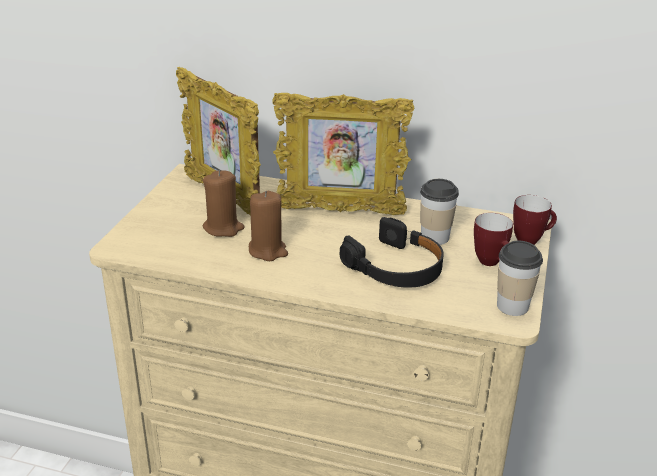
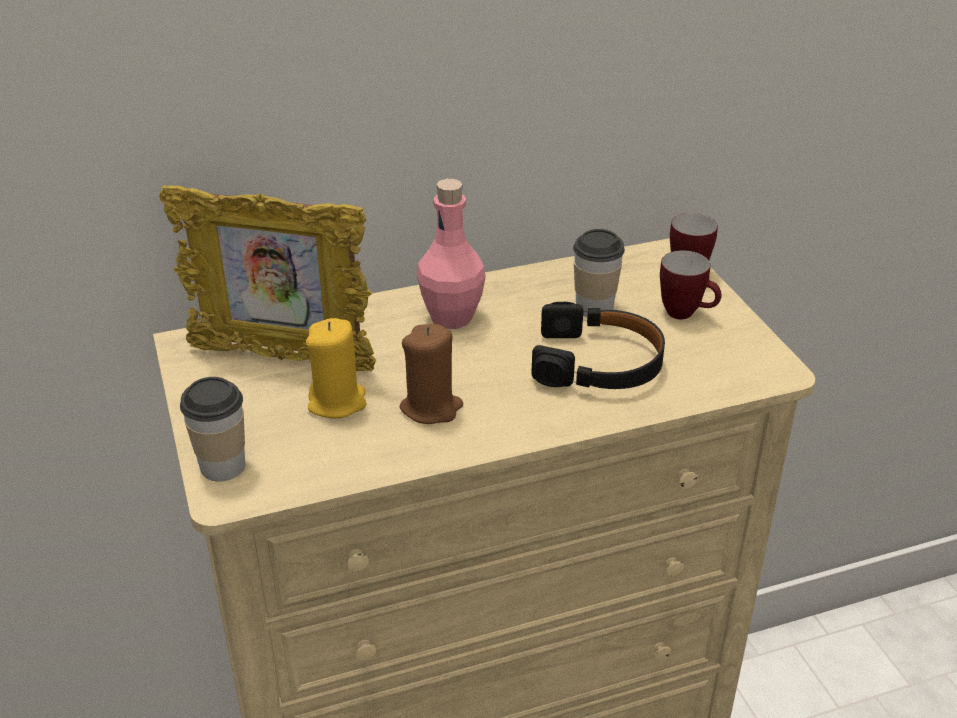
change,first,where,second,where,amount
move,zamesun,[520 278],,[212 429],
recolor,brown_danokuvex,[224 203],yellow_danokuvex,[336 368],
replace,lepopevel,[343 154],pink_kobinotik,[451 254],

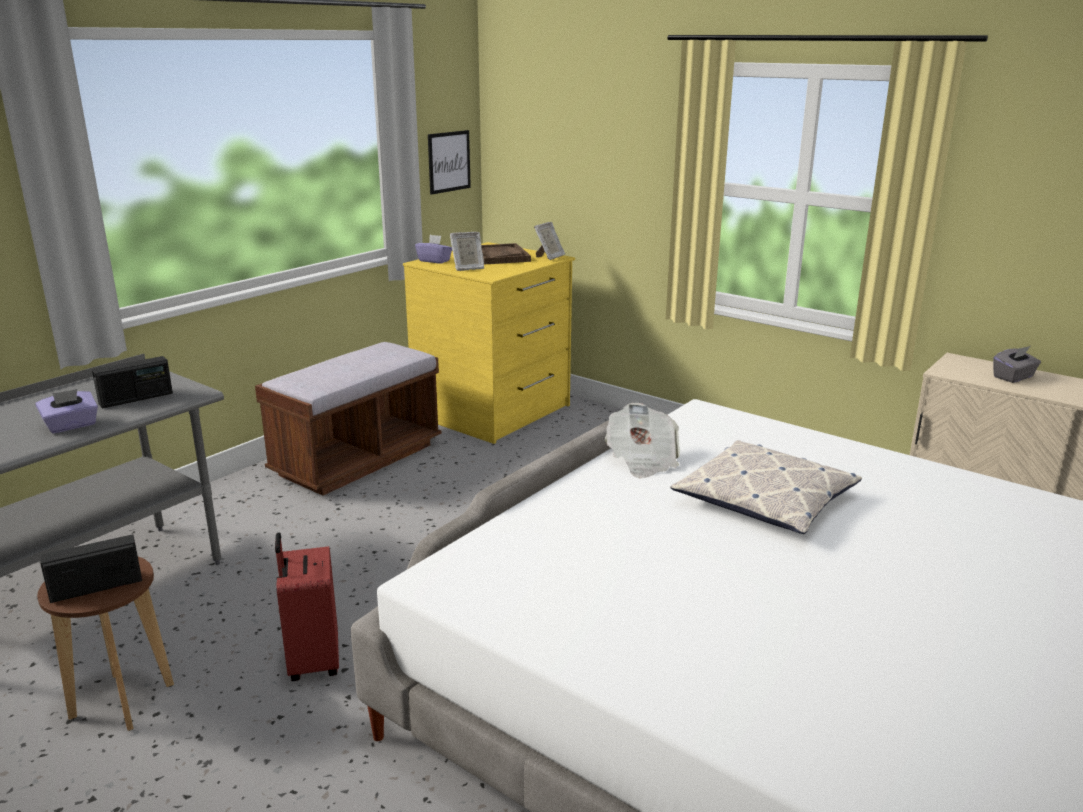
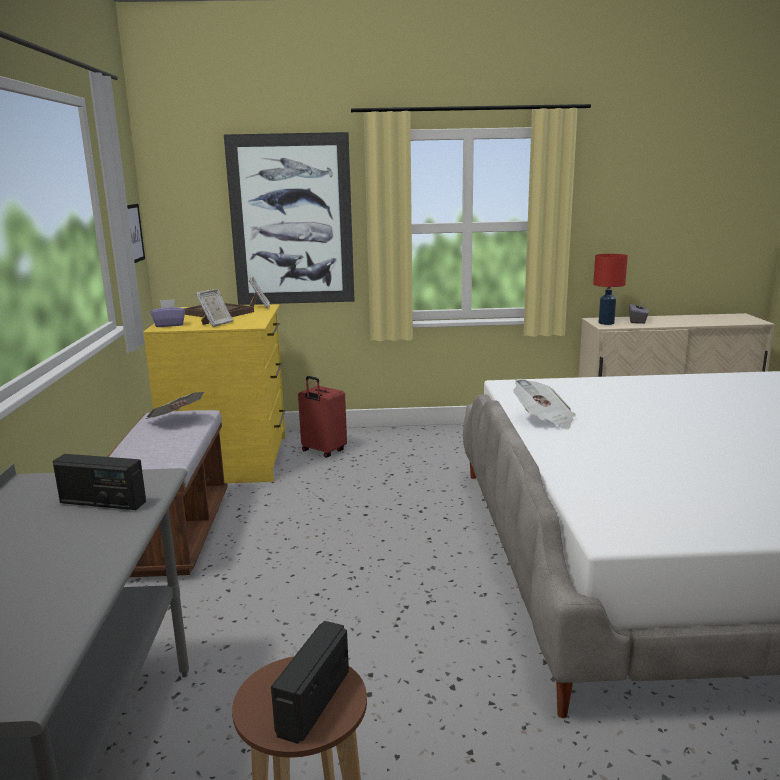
change,first,where,second,where,amount
rotate,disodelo,[132 382],,[99 482],90 degrees clockwise
insert,,,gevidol,[175 405],
insert,,,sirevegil,[289 218],
move,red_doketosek,[307 606],,[322 417],
insert,,,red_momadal,[610 289],
delete,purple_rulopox,[66 411],,,
delete,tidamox,[766 487],,,

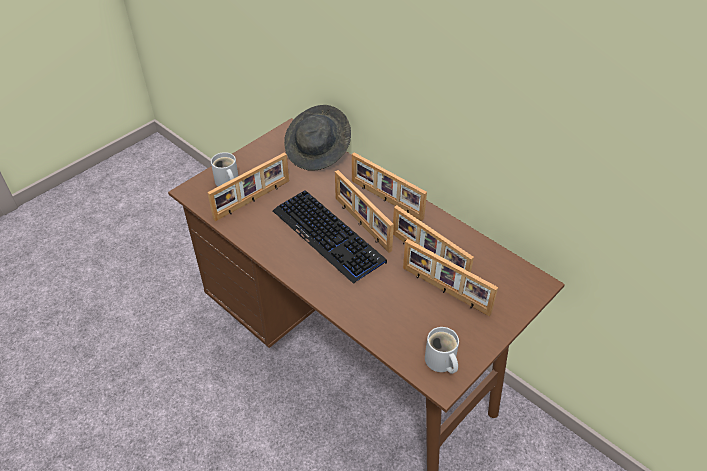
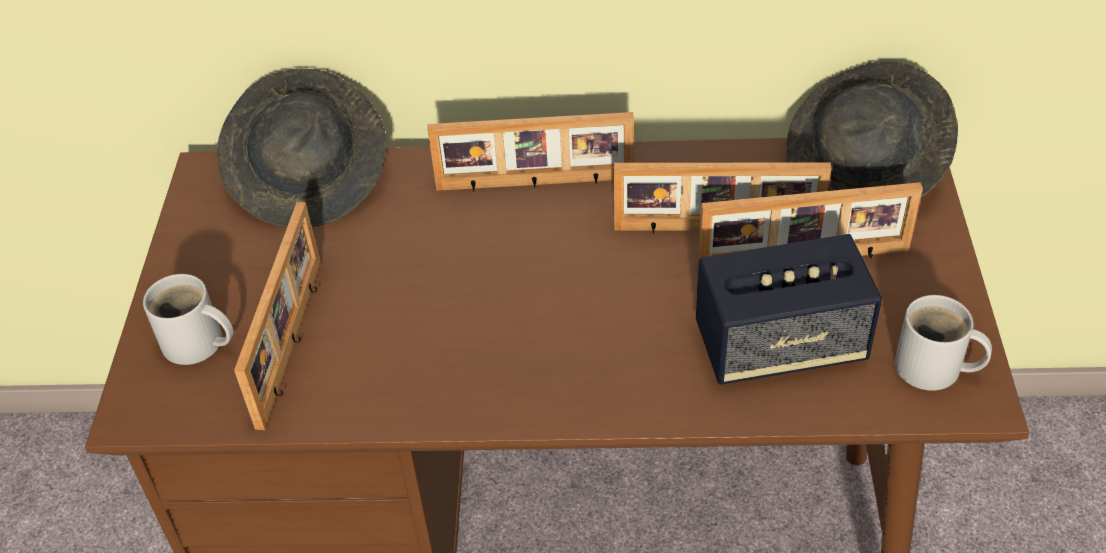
change,first,where,second,where,amount
insert,,,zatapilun,[789 309],
insert,,,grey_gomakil,[872 129],
delete,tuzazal,[330 237],,,
delete,lepopevel,[364 211],,,

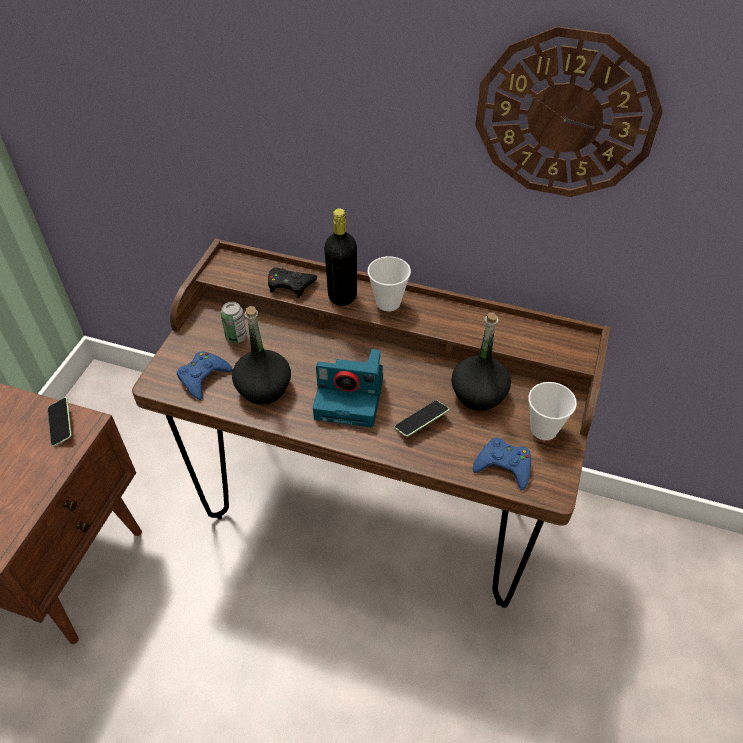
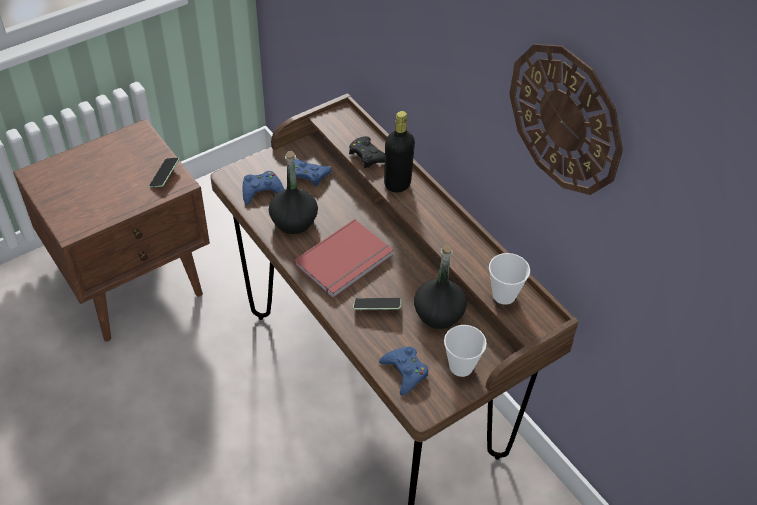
change,first,where,second,where,amount
replace,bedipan,[233 322],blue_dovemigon,[313 173],
replace,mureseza,[348 388],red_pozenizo,[343 258],
move,zamesun,[389 283],,[509 279],

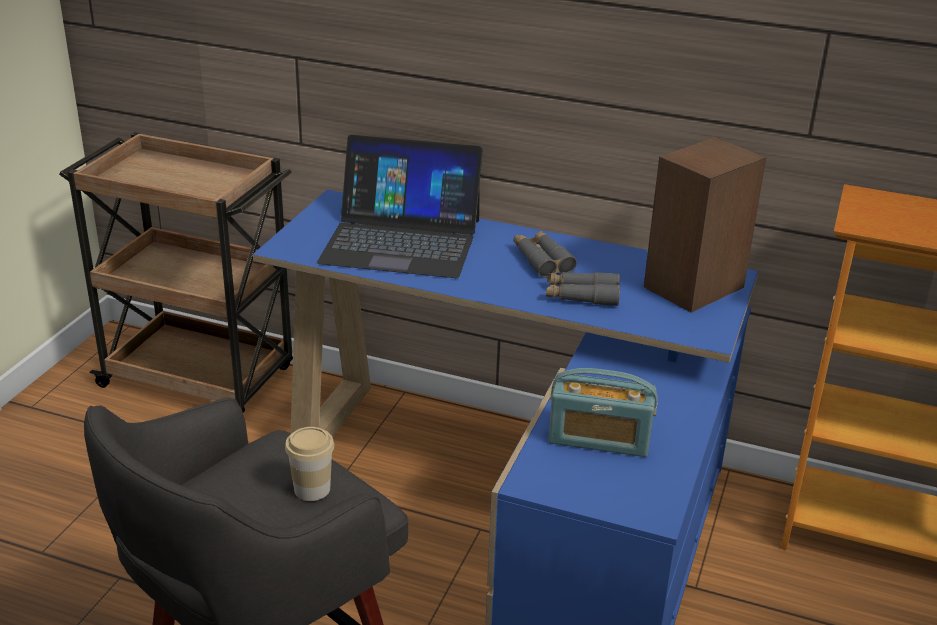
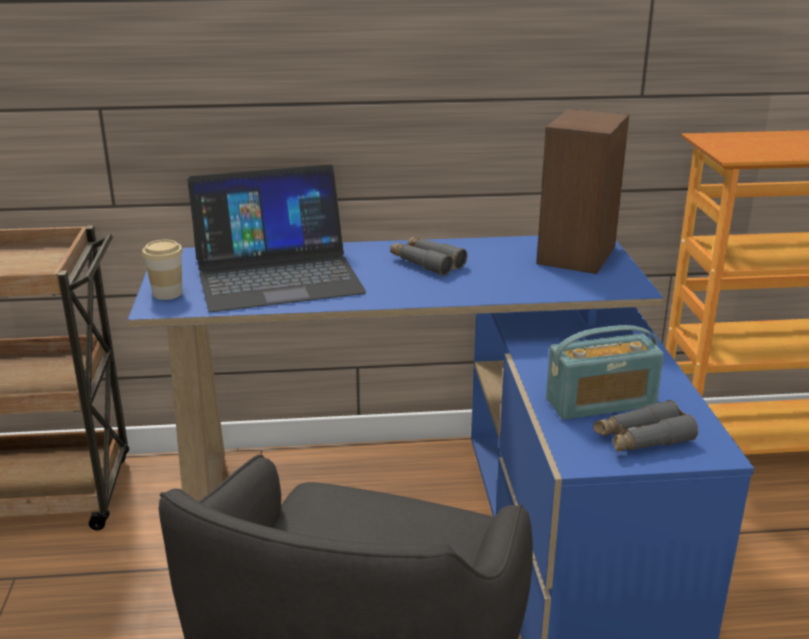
change,first,where,second,where,amount
move,zamesun,[309 464],,[162 270],
move,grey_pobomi,[583 289],,[645 426],

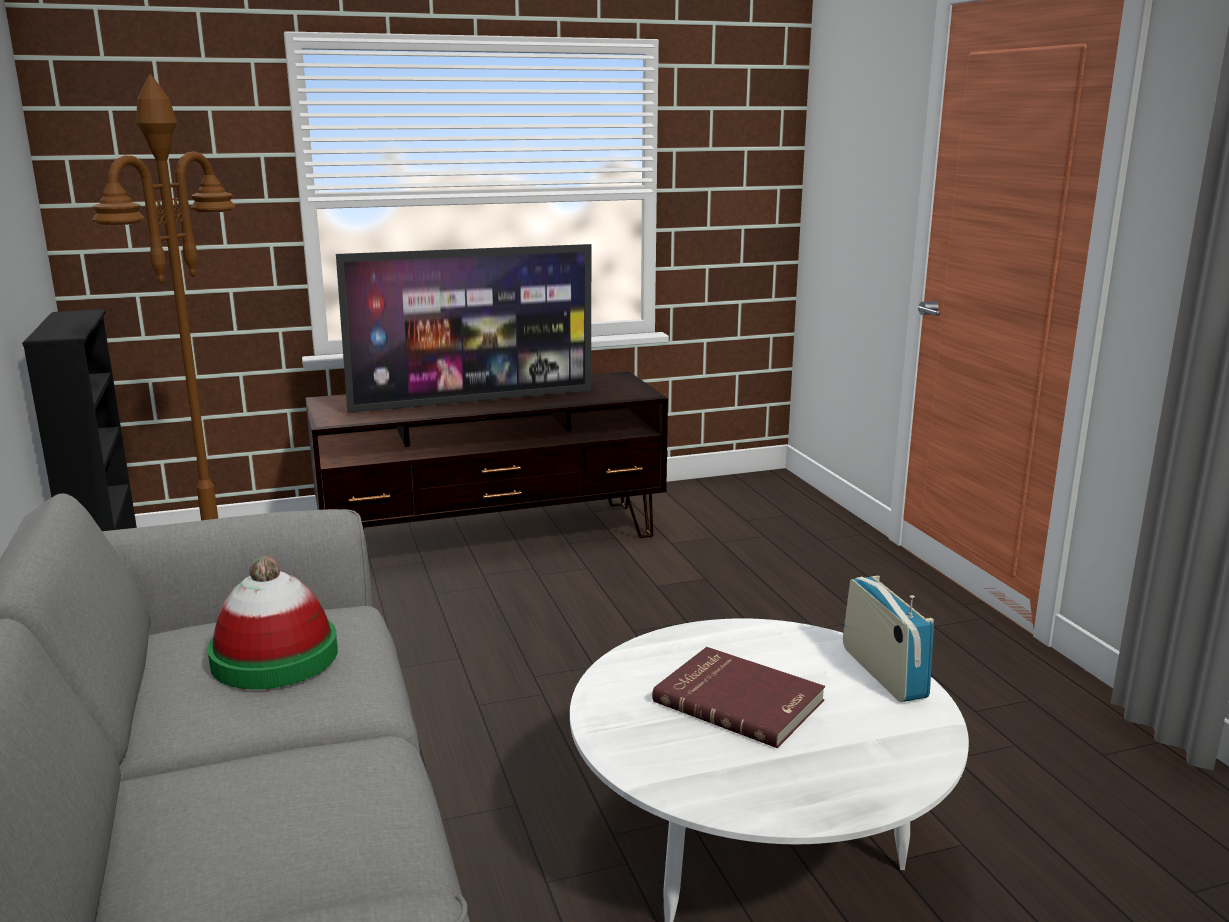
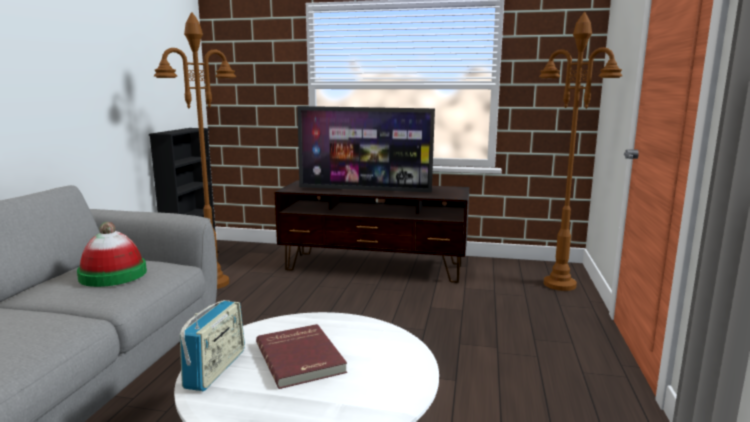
change,first,where,second,where,amount
move,disodelo,[888 638],,[212 345],
insert,,,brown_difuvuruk,[581 151],

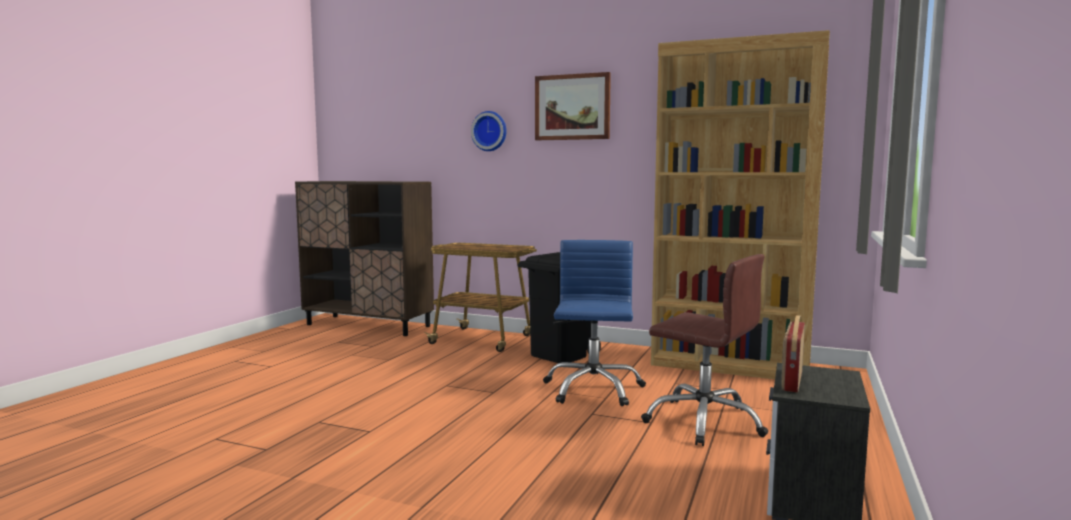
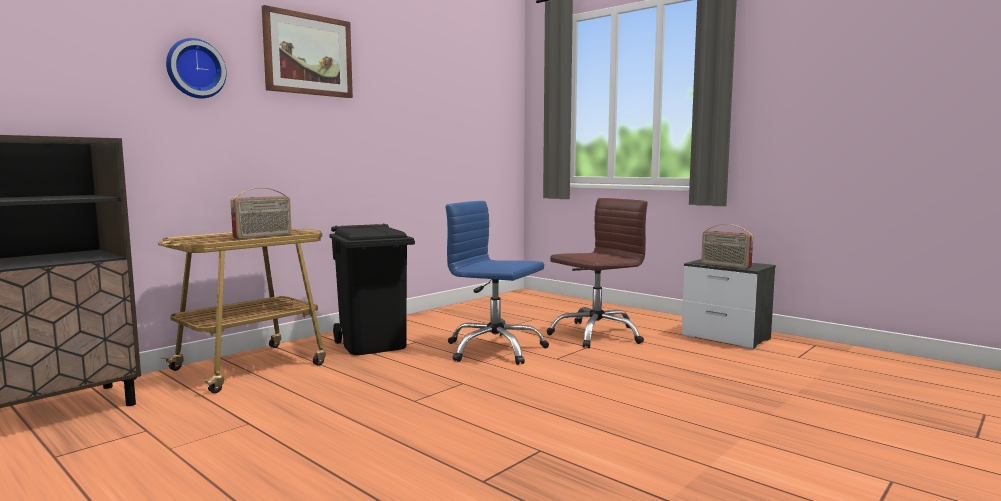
change,first,where,second,where,amount
insert,,,disodelo,[261 213],
delete,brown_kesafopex,[740 204],,,

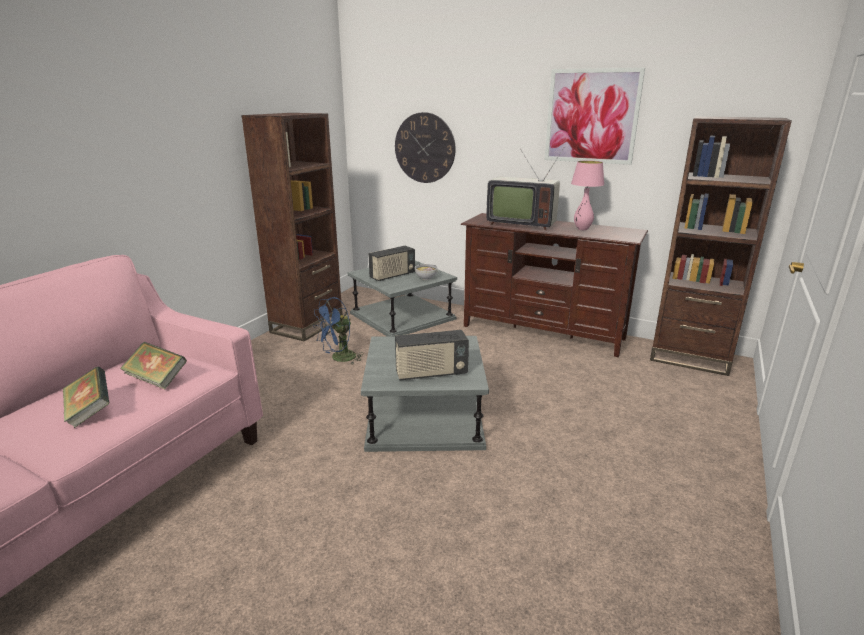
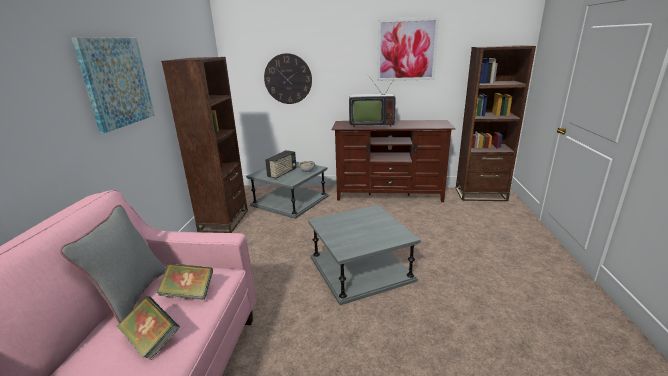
change,first,where,second,where,amount
insert,,,grey_tidamox,[113 264],
insert,,,sirevegil,[113 85],
delete,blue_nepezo,[338 330],,,
delete,disodelo,[432 355],,,
delete,pink_momadal,[587 195],,,

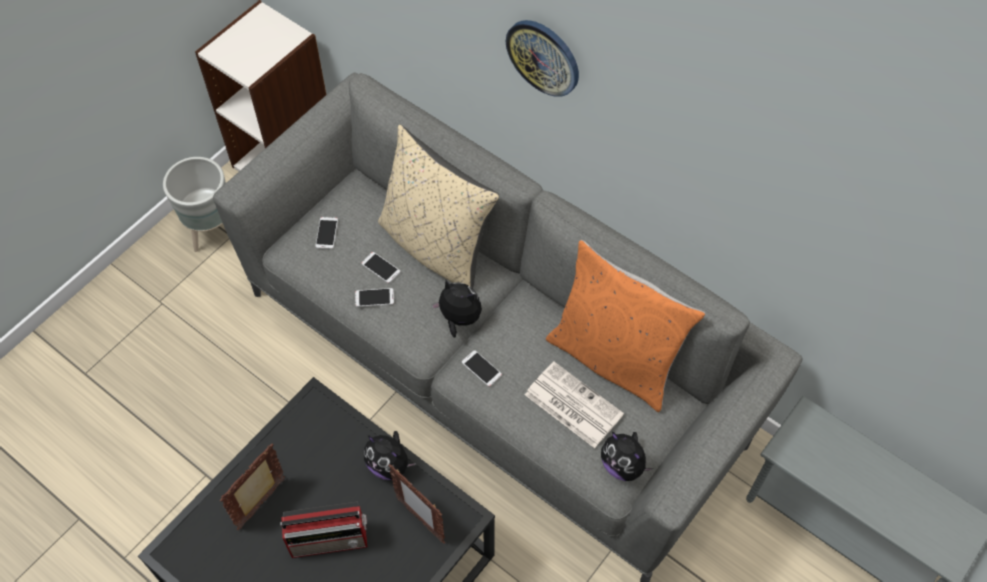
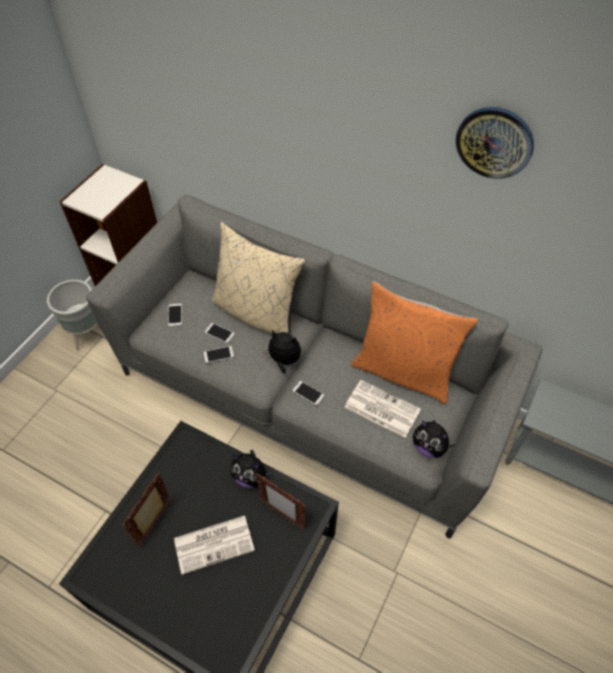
change,first,where,second,where,amount
replace,disodelo,[323 530],gevidol,[214 545],
move,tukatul,[542 58],,[494 143],

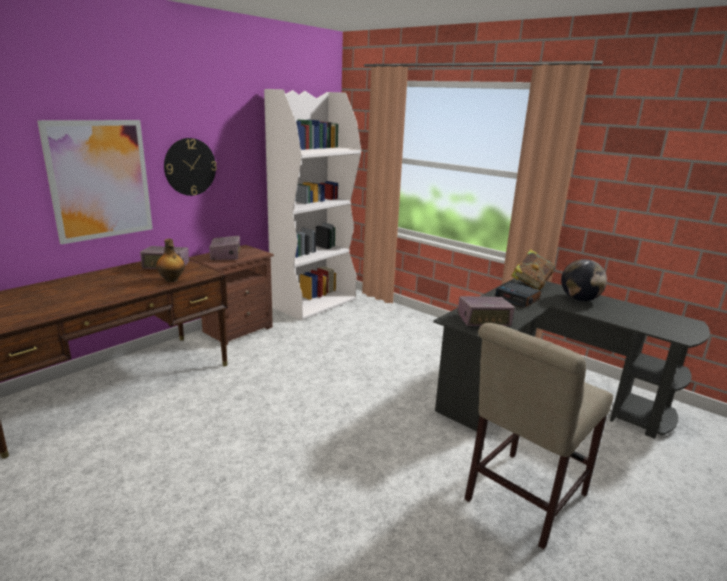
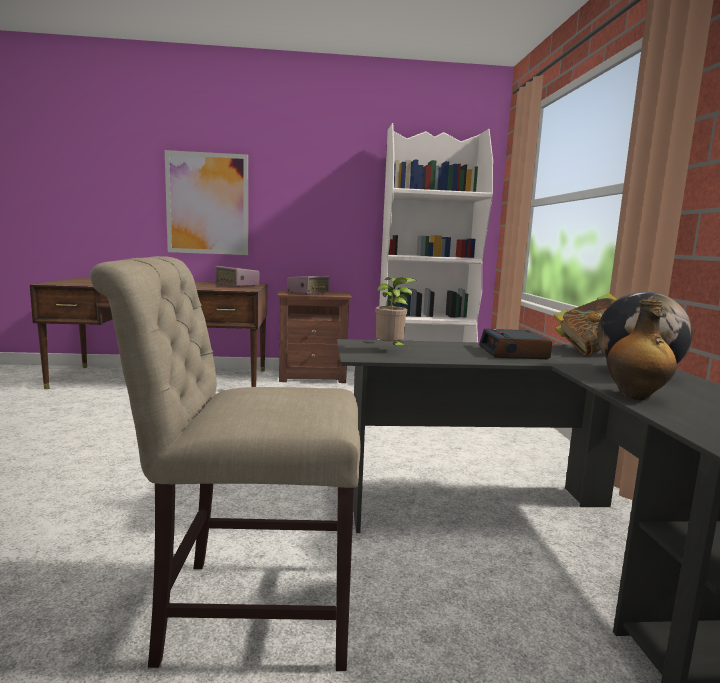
change,first,where,second,where,amount
replace,disodelo,[486 311],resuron,[395 312],
move,kobinotik,[170 260],,[642 350],
delete,tukatul,[190 167],,,

